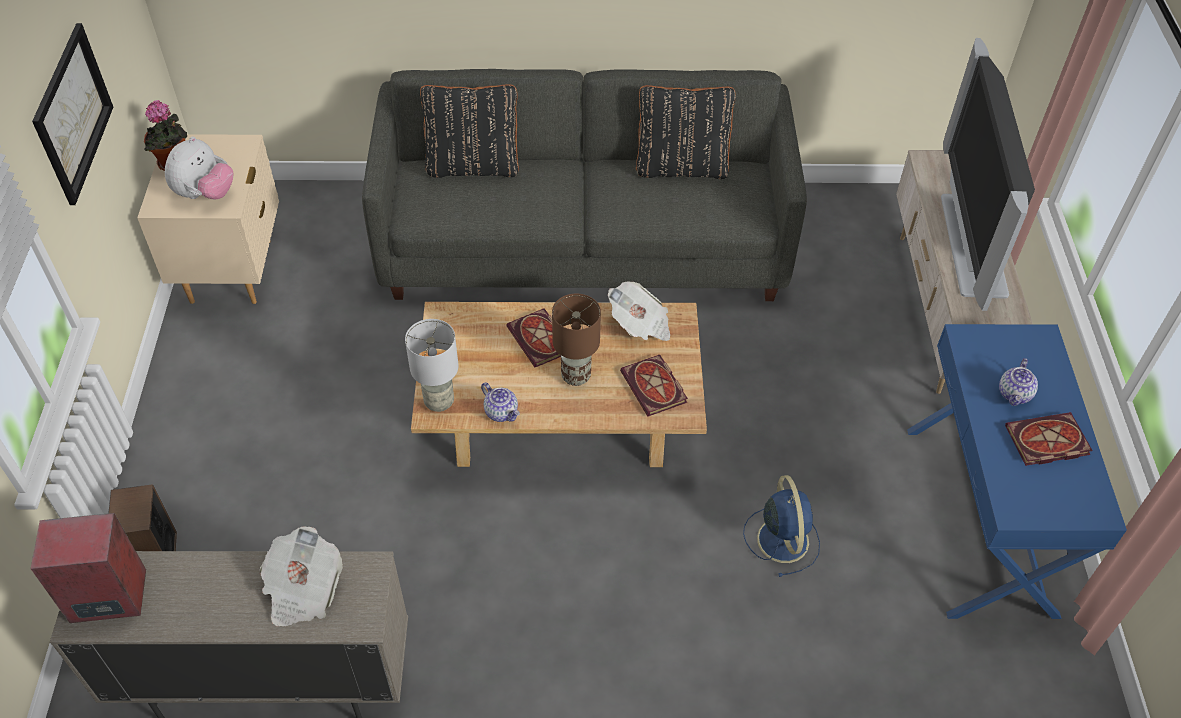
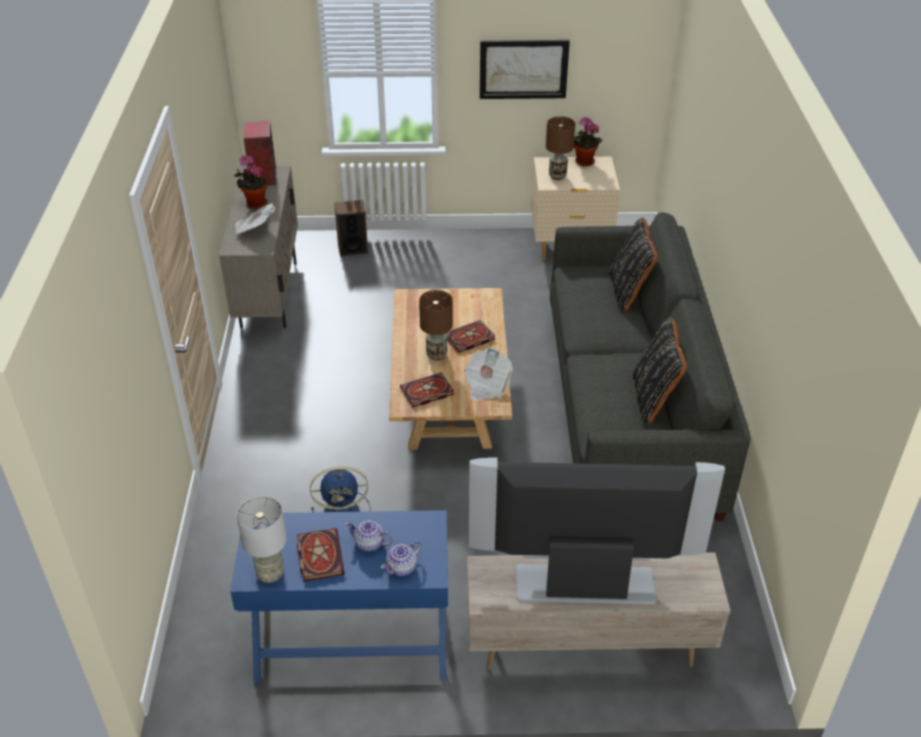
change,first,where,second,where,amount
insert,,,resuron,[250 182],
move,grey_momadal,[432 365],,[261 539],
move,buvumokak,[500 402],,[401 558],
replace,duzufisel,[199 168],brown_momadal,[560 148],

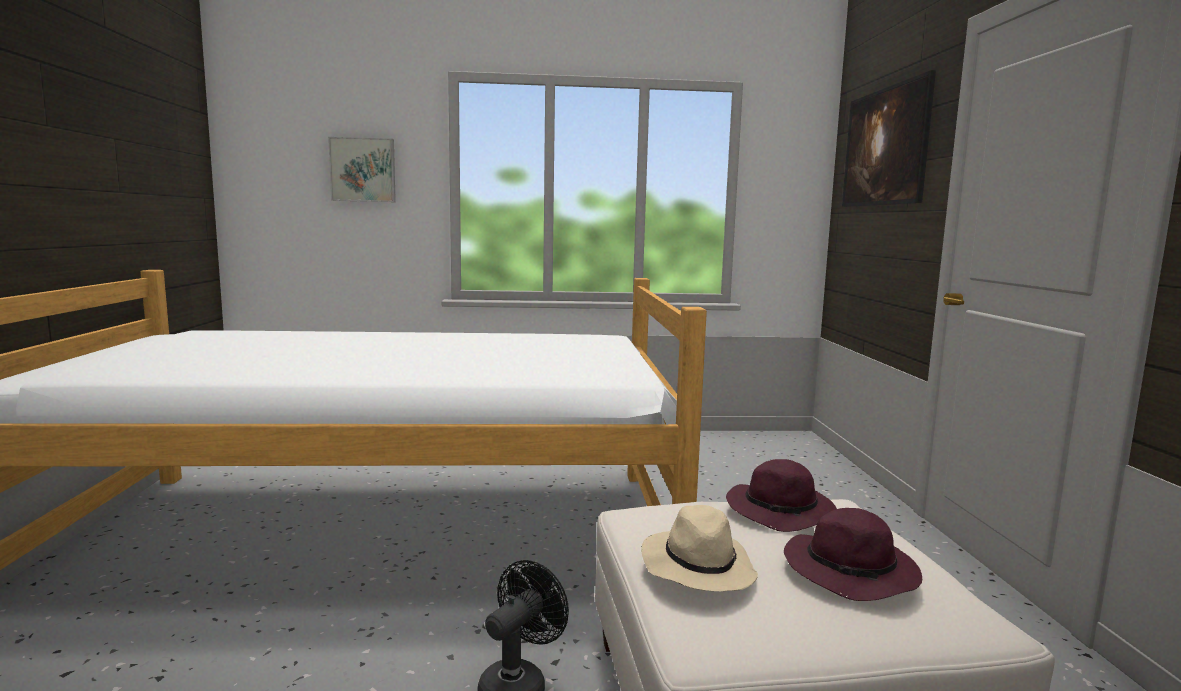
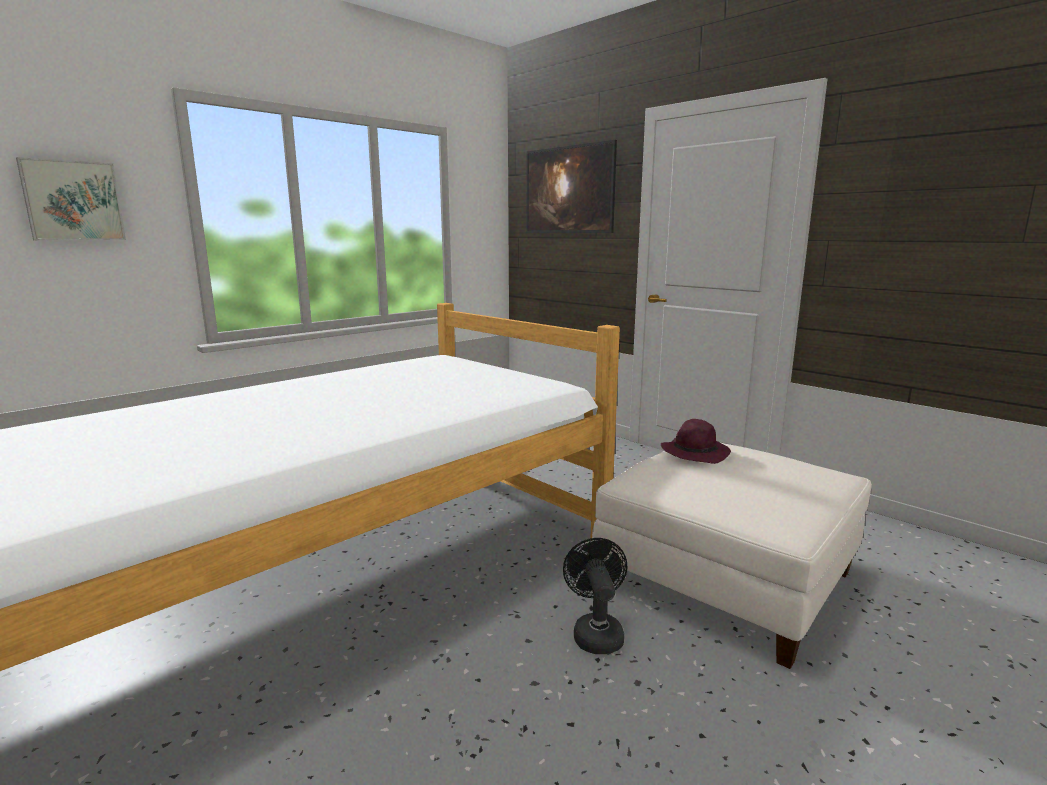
change,first,where,second,where,amount
delete,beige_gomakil,[699 548],,,
delete,purple_gomakil,[853 554],,,

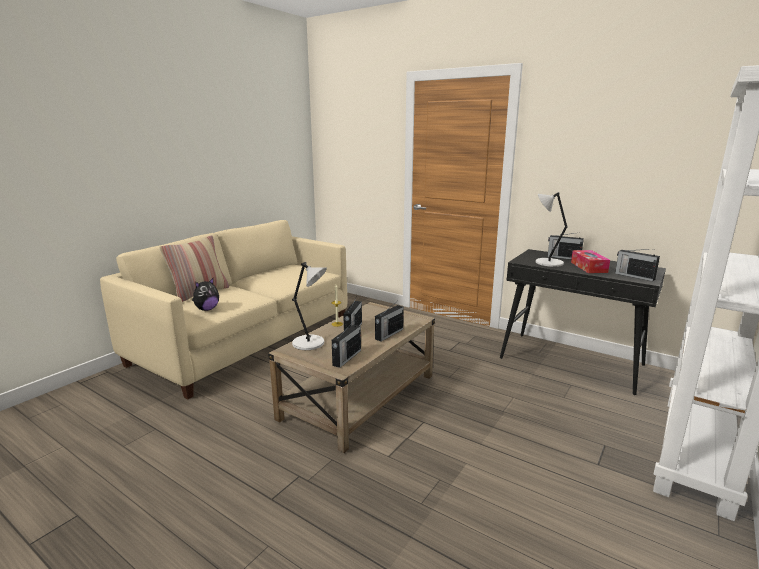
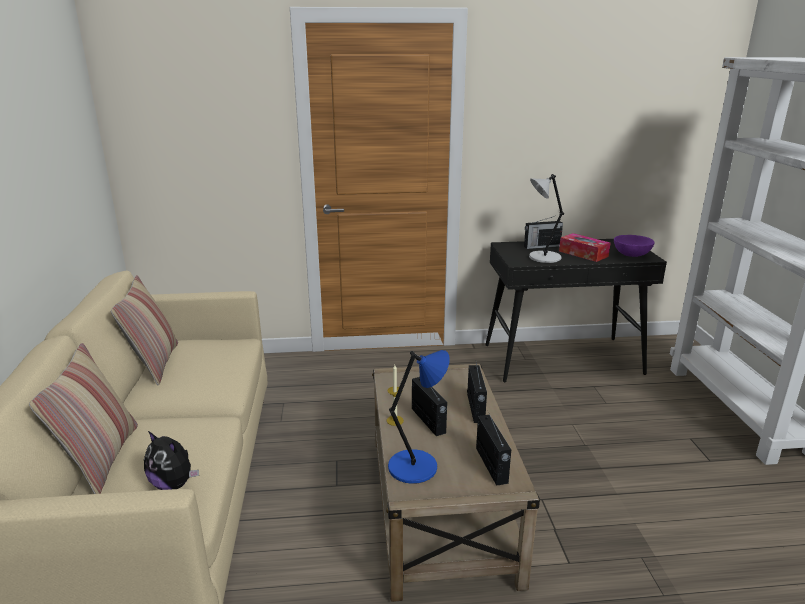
change,first,where,second,where,amount
insert,,,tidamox,[144 330],
rotate,duzufisel,[205 294],,[171 460],120 degrees clockwise
recolor,grey_momadal,[309 306],blue_momadal,[419 417],
replace,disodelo,[637 265],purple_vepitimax,[634 246],

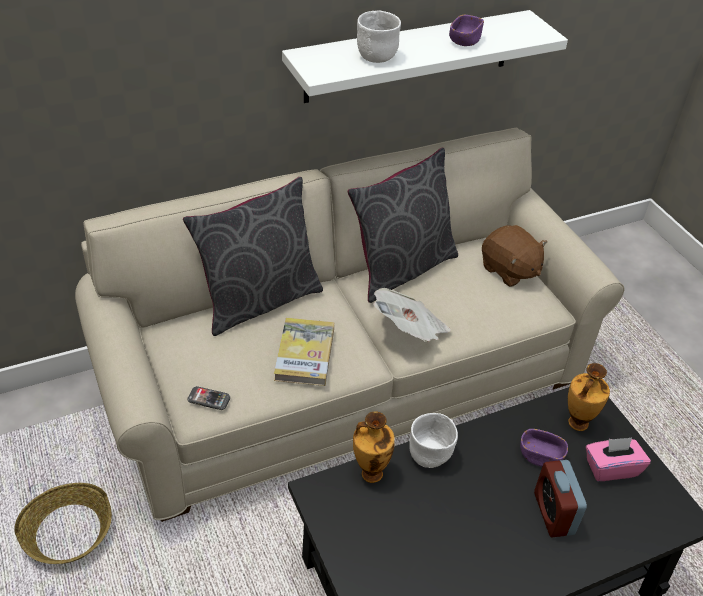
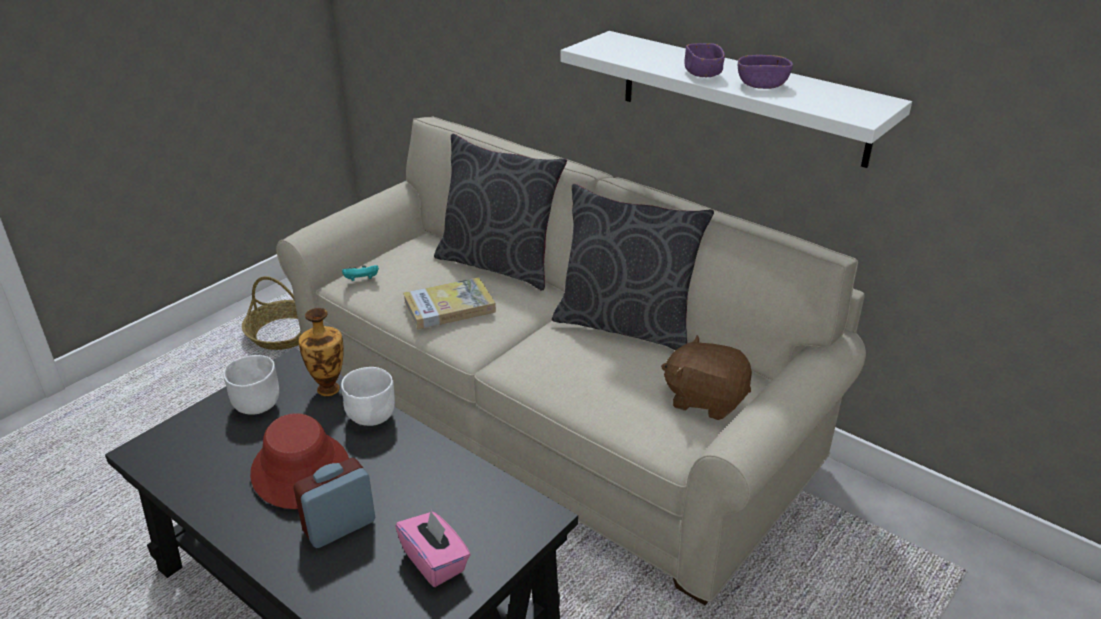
change,first,where,second,where,amount
move,white_vepitimax,[379 36],,[251 385],
insert,,,red_gomakil,[299 461],
replace,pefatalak,[208 398],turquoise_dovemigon,[360 273],
rotate,brown_duzufisel,[514 256],,[706 377],90 degrees clockwise
move,purple_vepitimax,[544 448],,[704 60],
delete,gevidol,[412 315],,,
delete,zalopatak,[589 397],,,

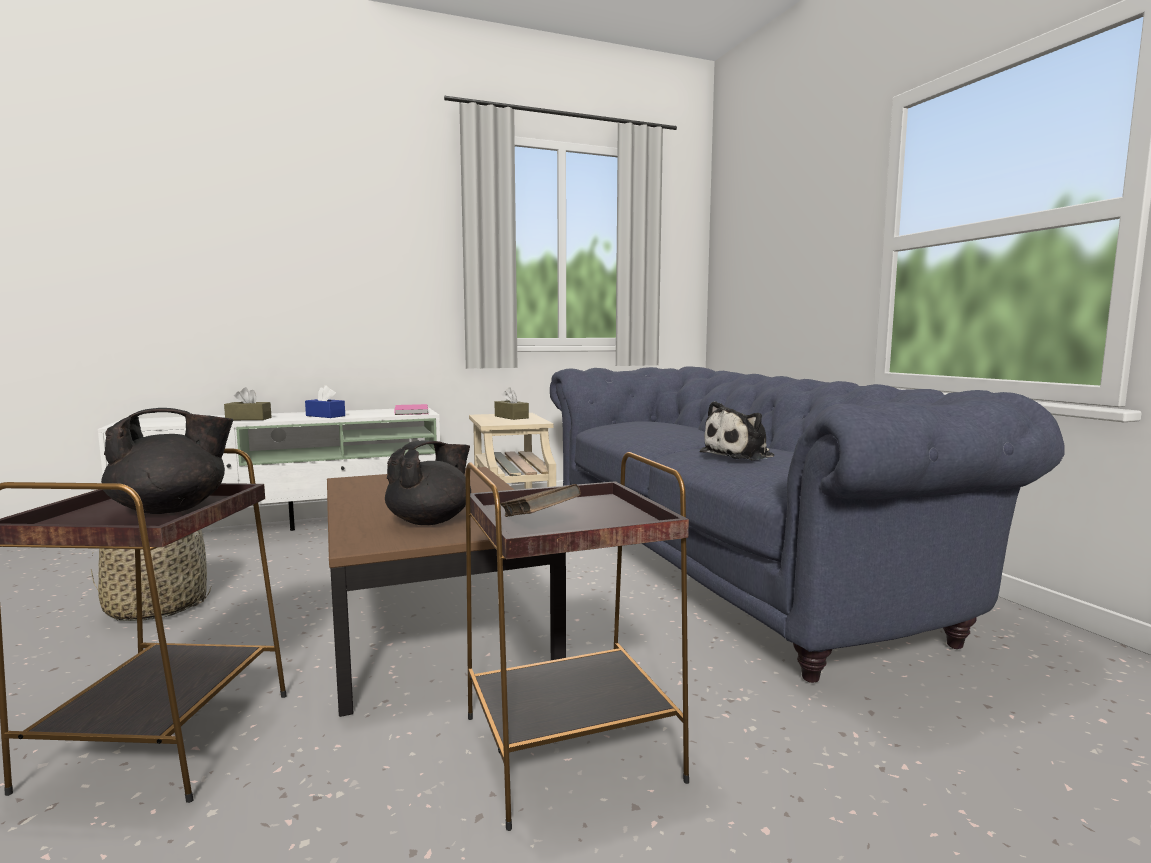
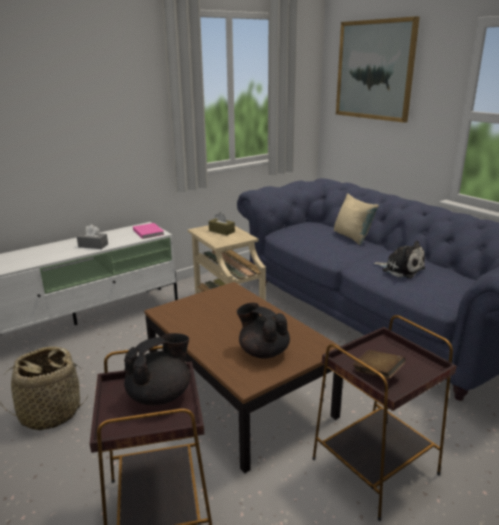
change,first,where,second,where,amount
recolor,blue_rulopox,[325 401],grey_rulopox,[92 236],
rotate,black_buvumokak,[428 482],,[263 331],75 degrees counterclockwise
insert,,,beige_tidamox,[356 219],
insert,,,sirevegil,[378 69],
rotate,duzufisel,[737 430],,[399 260],90 degrees counterclockwise
delete,brown_rulopox,[248 403],,,

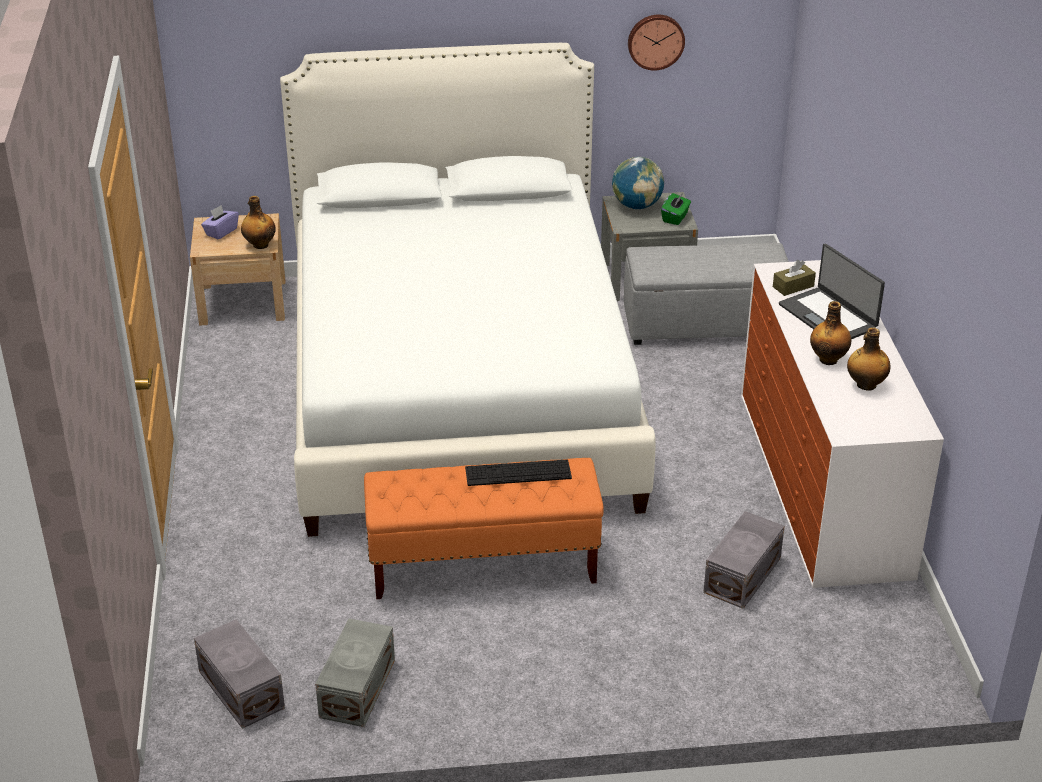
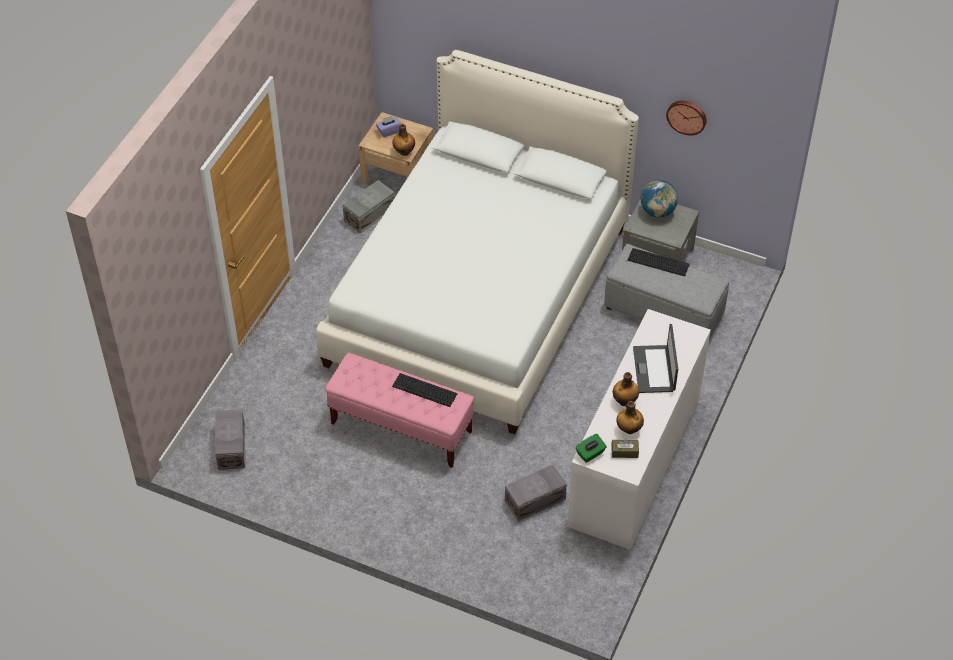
change,first,where,second,where,amount
recolor,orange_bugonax,[484 528],pink_bugonax,[400 410],
move,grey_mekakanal,[355 672],,[369 207],
move,green_rulopox,[676 209],,[591 448],
move,brown_rulopox,[794 278],,[625 449],
insert,,,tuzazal,[658 262],

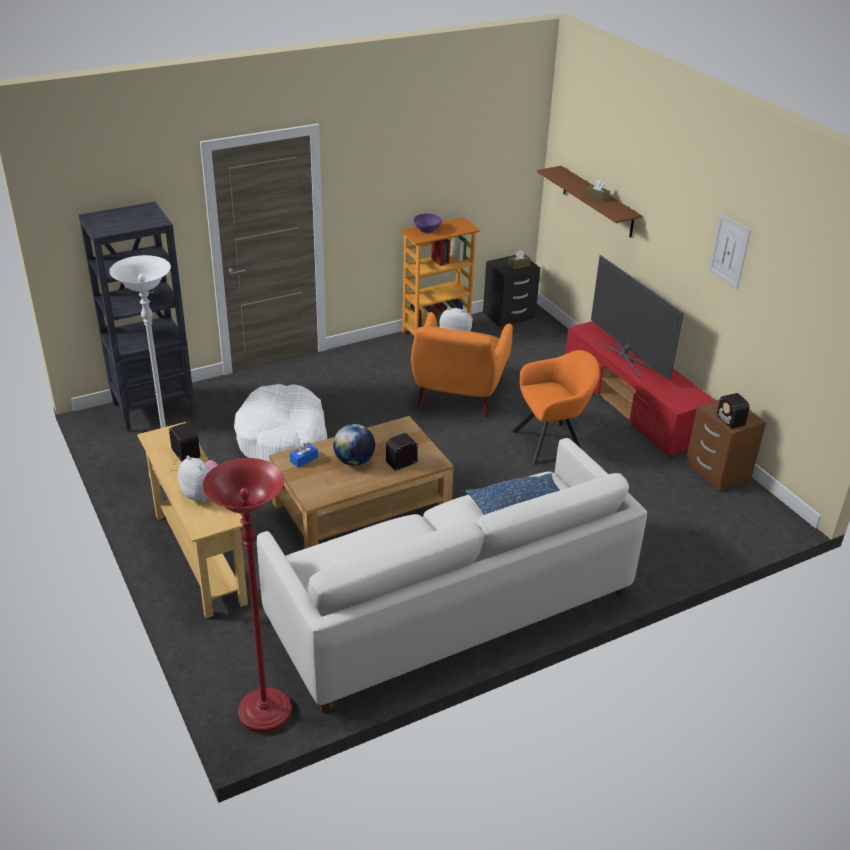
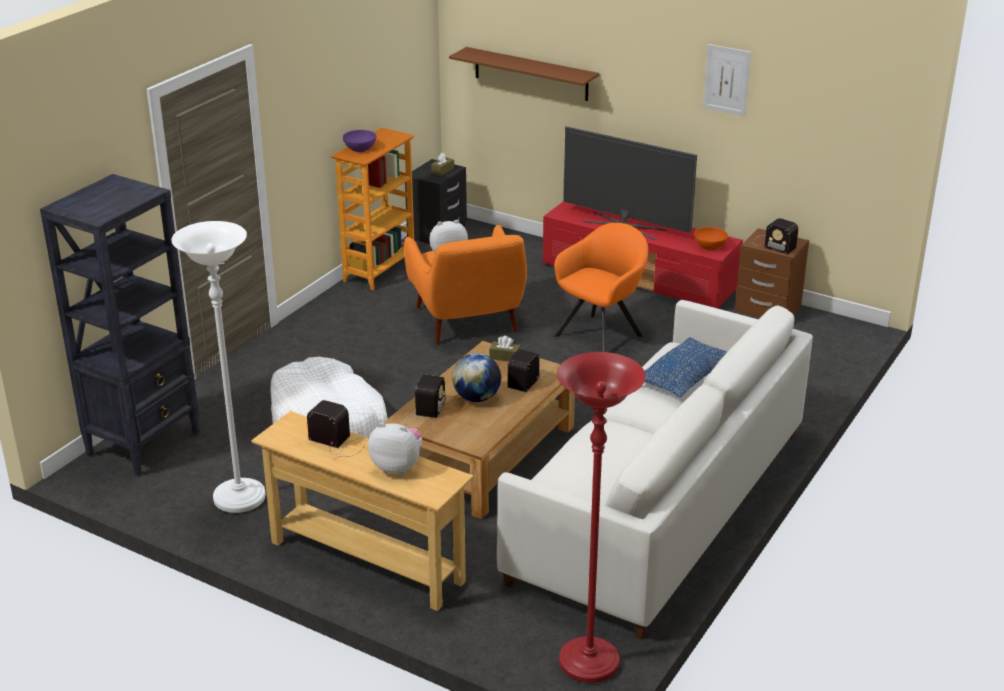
change,first,where,second,where,amount
replace,blue_rulopox,[304 455],disodelo,[423 401],
move,brown_rulopox,[597 191],,[504 348],
insert,,,orange_vepitimax,[711 238],

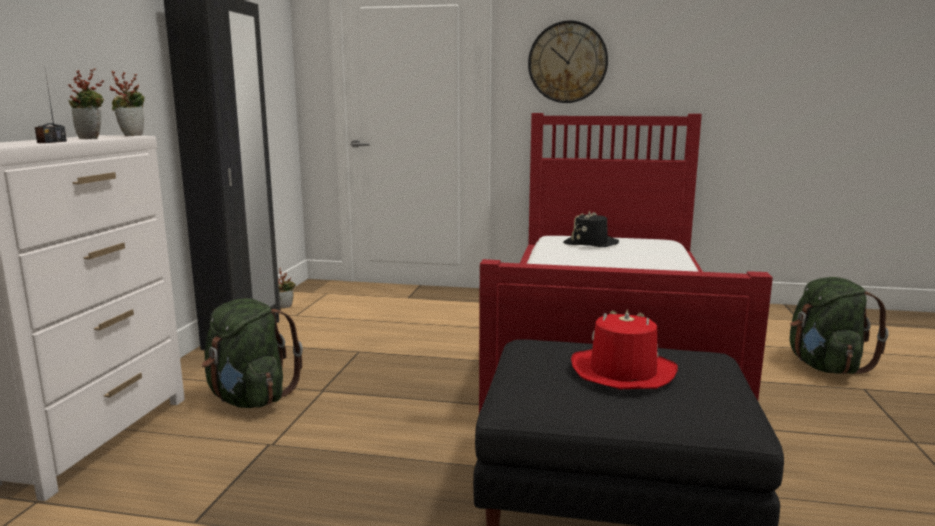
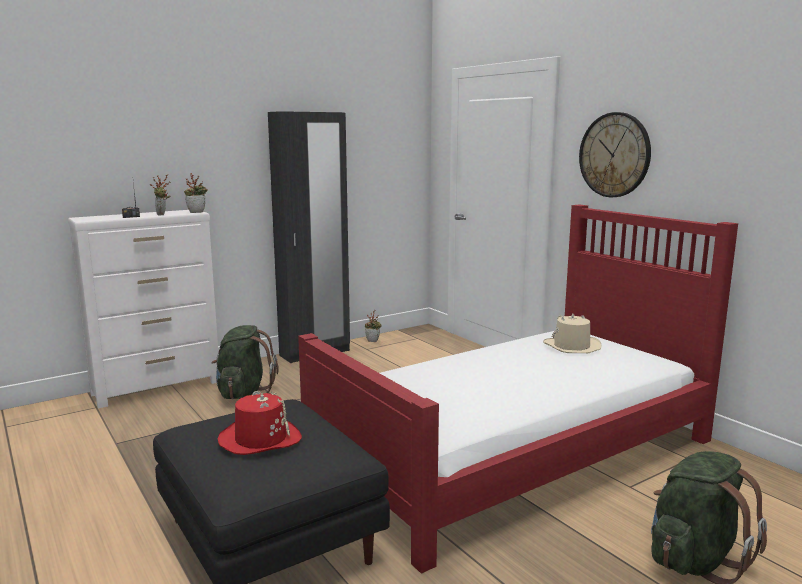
change,first,where,second,where,amount
recolor,black_gomakil,[591 229],beige_gomakil,[572 333],

